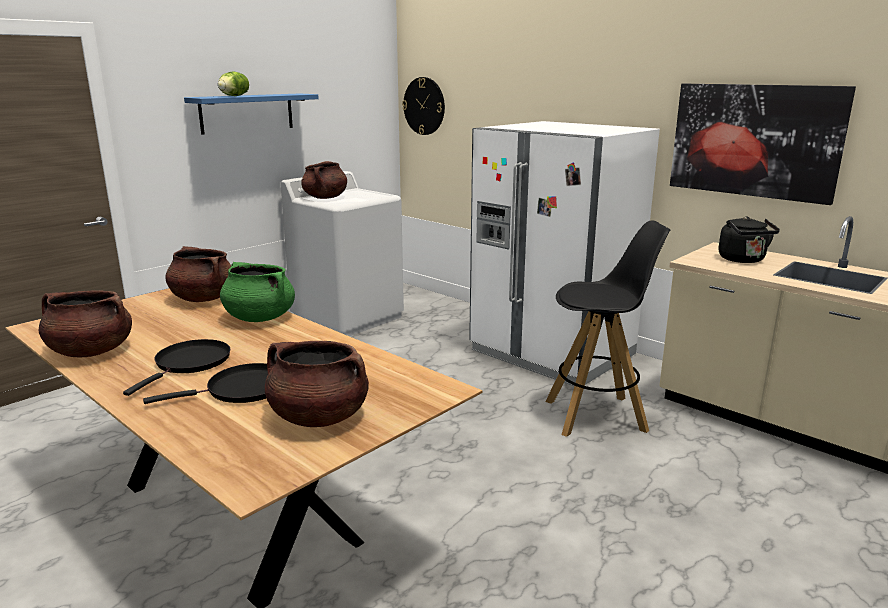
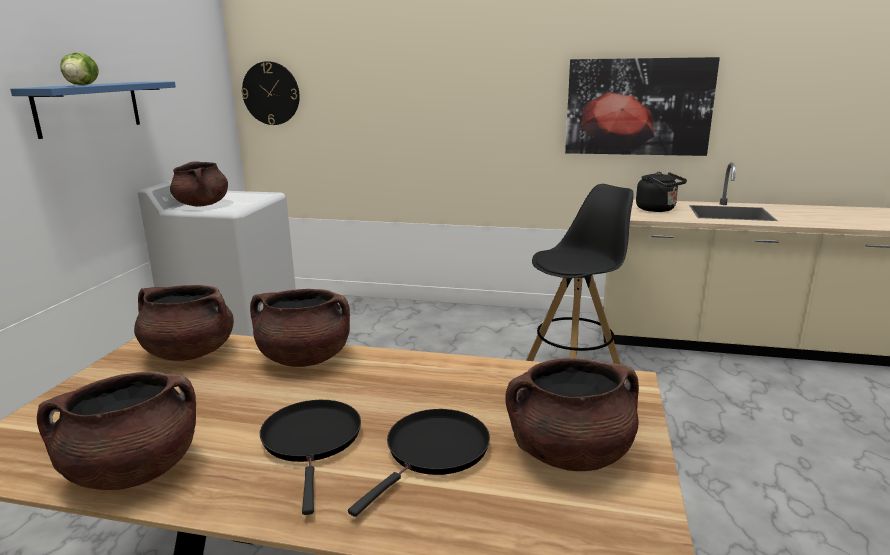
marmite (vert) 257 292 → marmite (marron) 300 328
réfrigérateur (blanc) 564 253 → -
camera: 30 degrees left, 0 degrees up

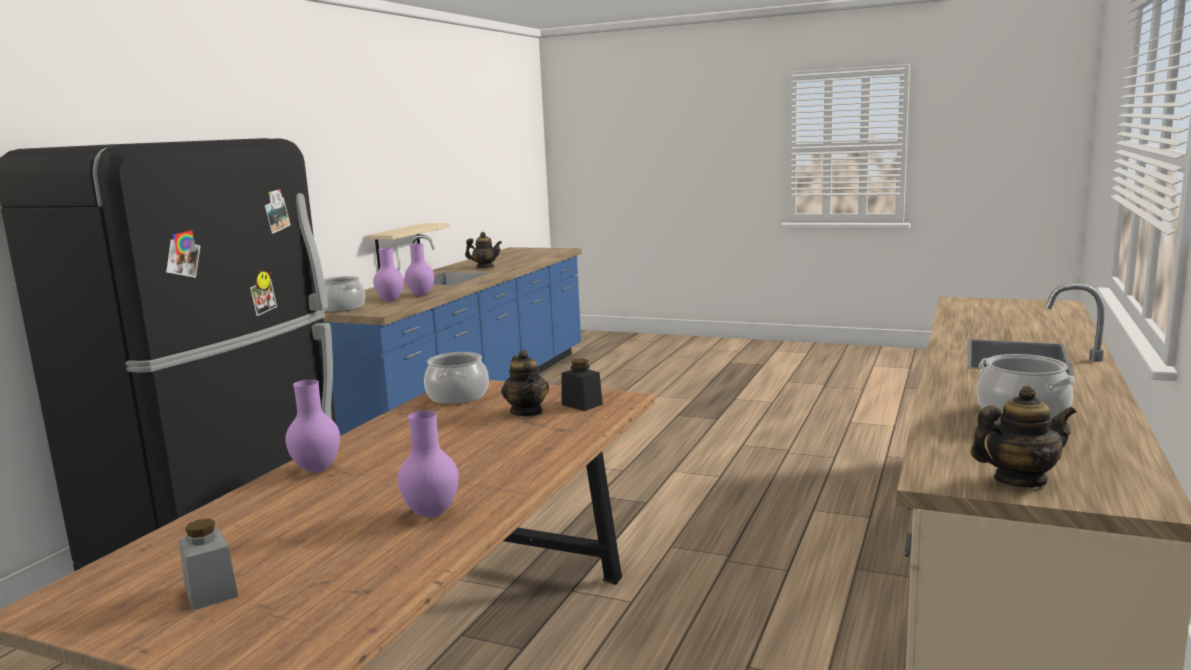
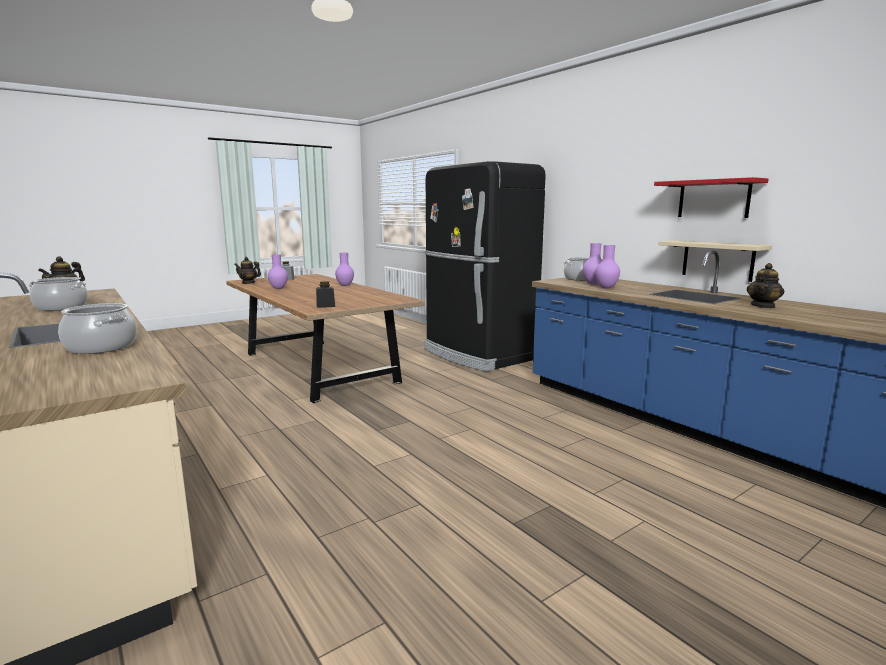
marmite 456 378 → marmite 97 328, shifted
théière 525 383 → théière 247 270, shifted
- → étagère (rouge) 711 197
camera: 120 degrees right, 0 degrees up

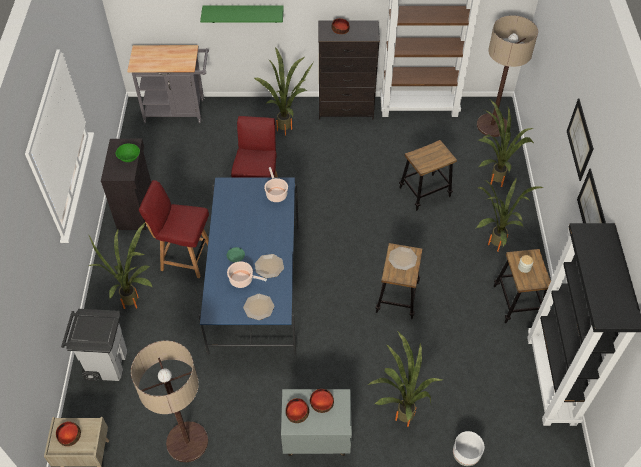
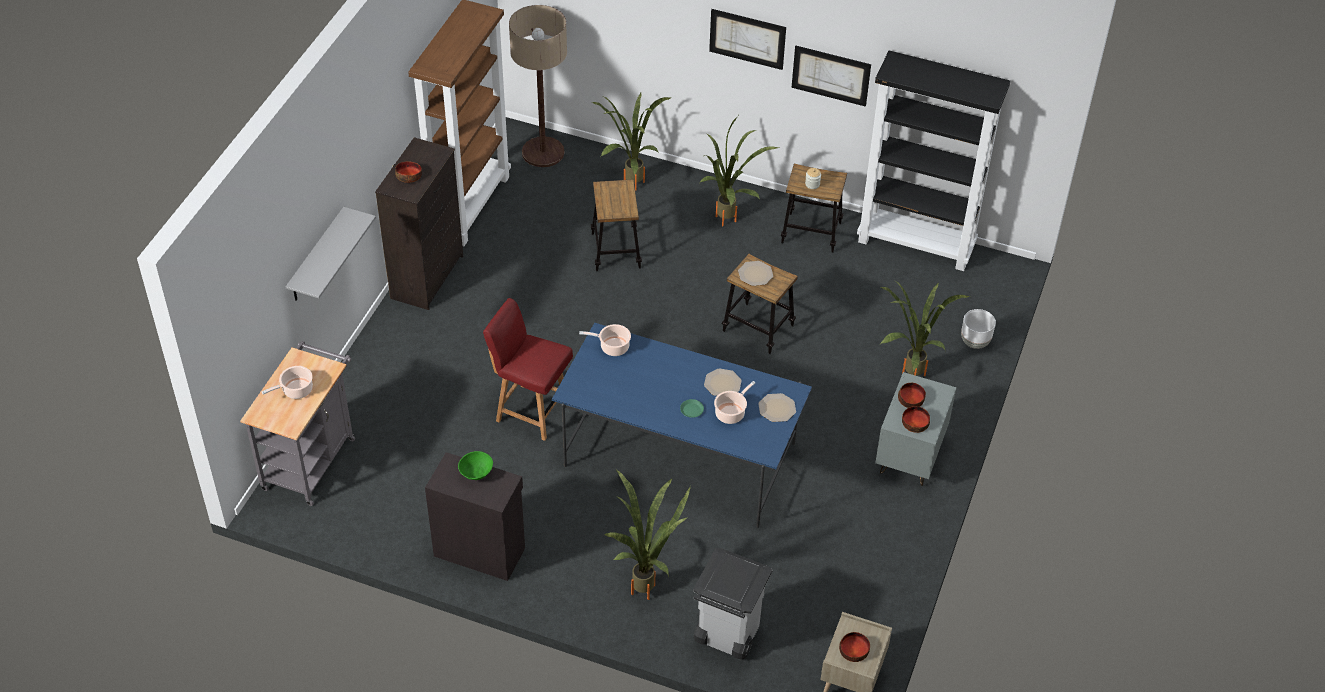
- → marmite 287 382
étagère (vert) 242 14 → étagère (gris) 331 254
lampadaire 169 401 → -
chaise (rouge) 174 229 → -
plante en pot 283 91 → -
camera: 70 degrees left, 5 degrees down

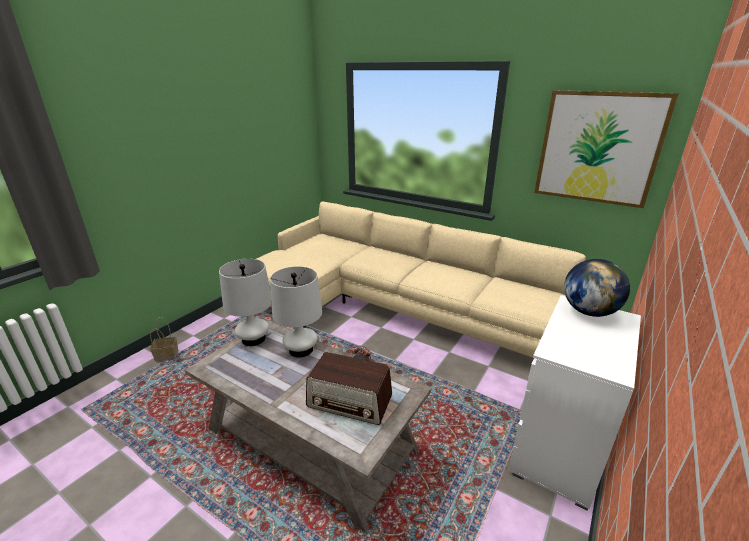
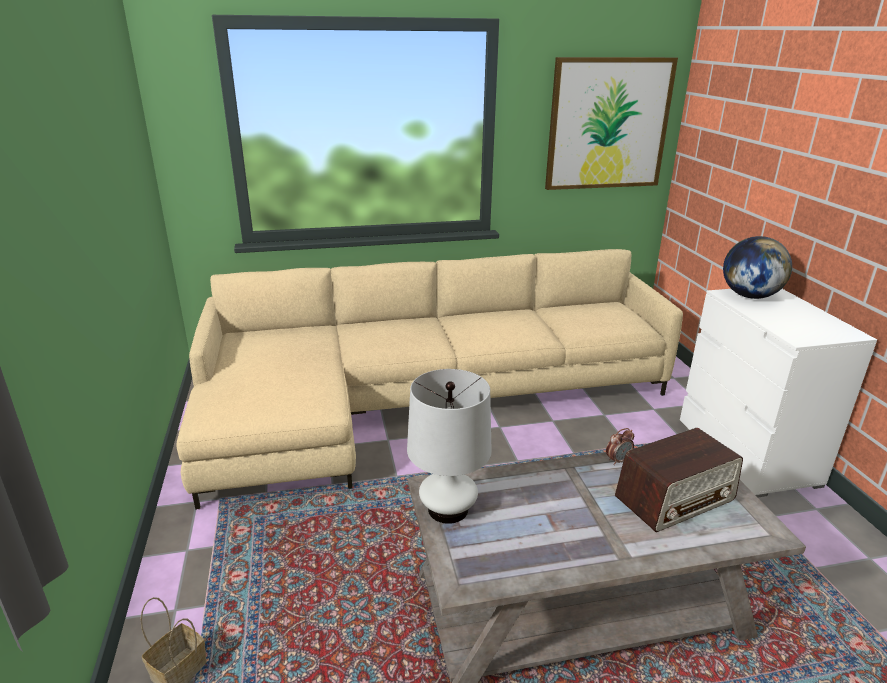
lampe de table (blanc) 296 311 → -
camera: 45 degrees left, 0 degrees up

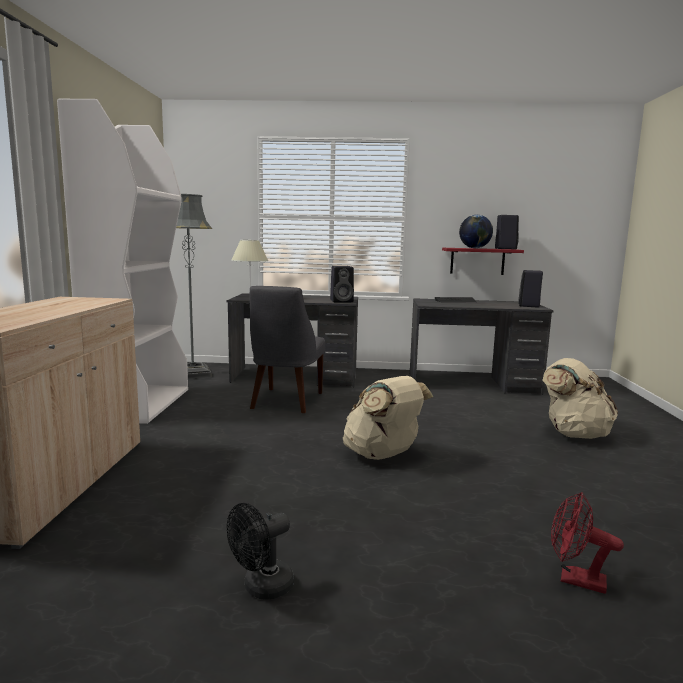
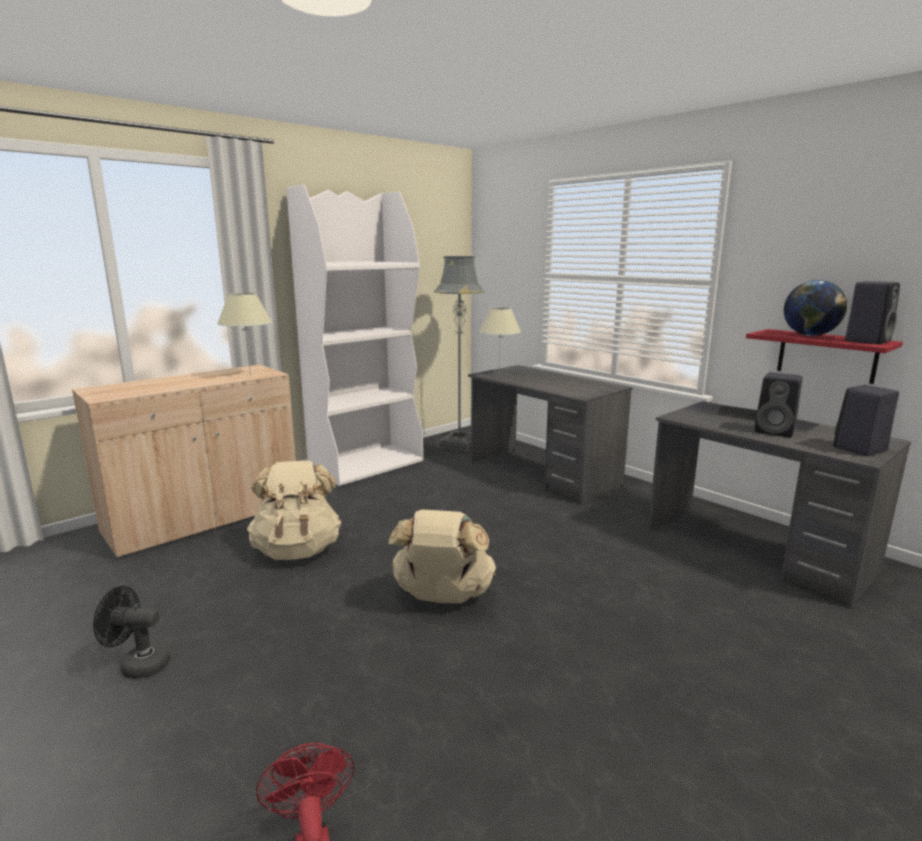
- → lampe de table (beige) 244 334
sac à dos (beige) 580 398 → sac à dos (beige) 294 510, shifted
enceinte (noir) 342 284 → enceinte (noir) 778 404, shifted
chaise (gris) 287 349 → -
camera: 45 degrees right, 5 degrees up

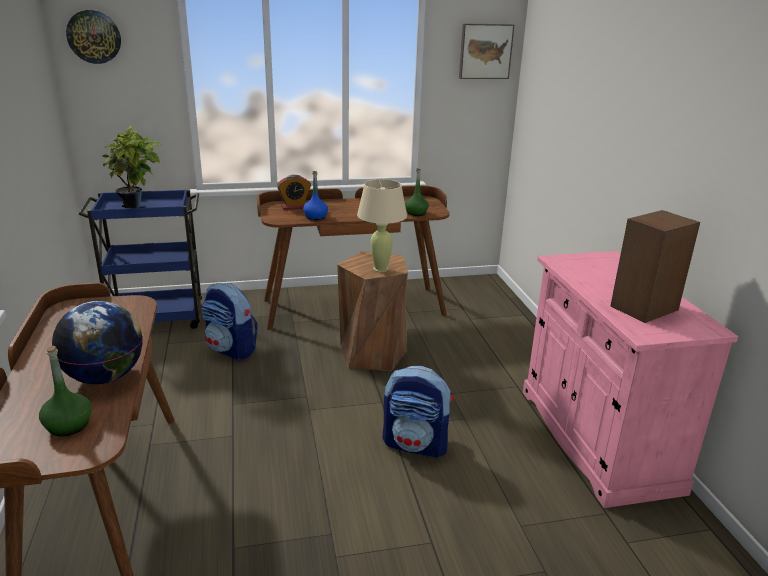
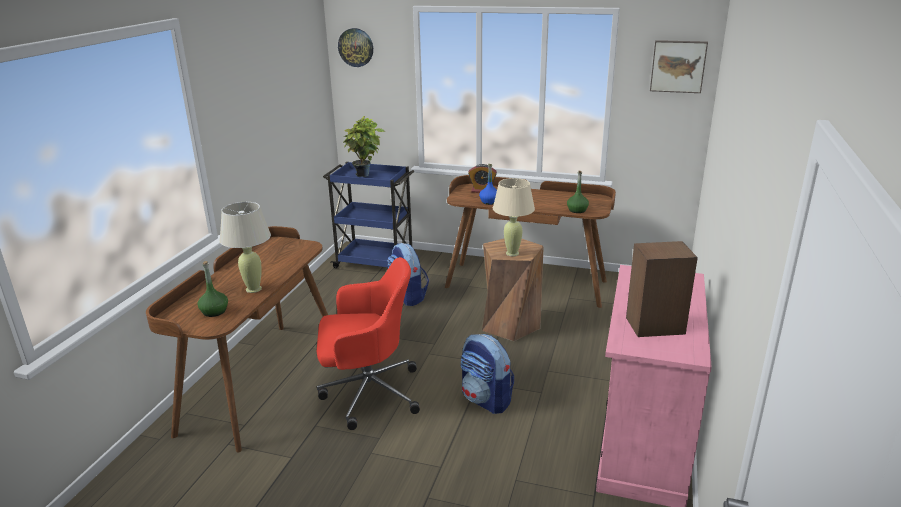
globe 97 342 → lampe de table (beige) 245 247
- → chaise de bureau (rouge) 368 343
camera: 30 degrees right, 0 degrees up

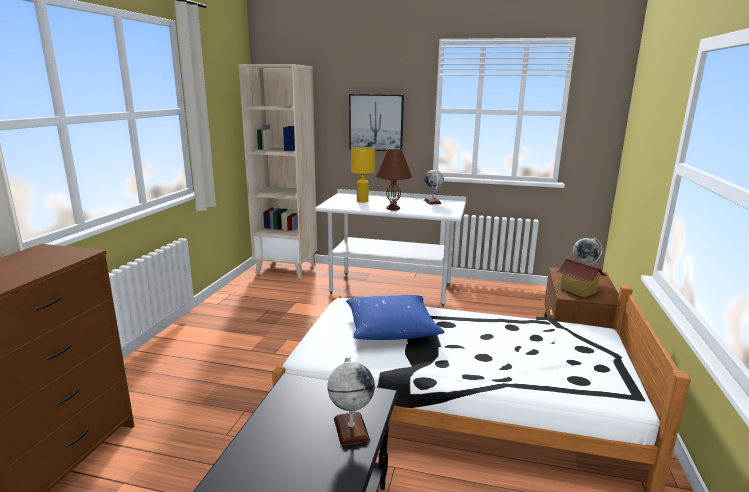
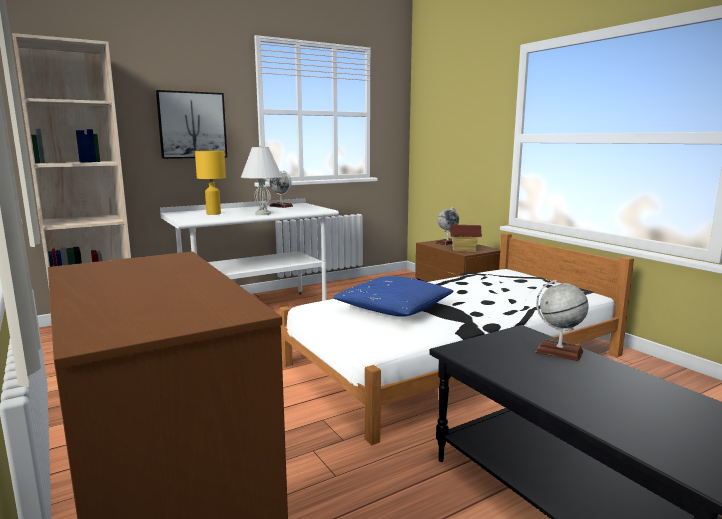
lampe de table (marron) 394 179 → lampe de table (blanc) 261 180
camera: 45 degrees left, 5 degrees down

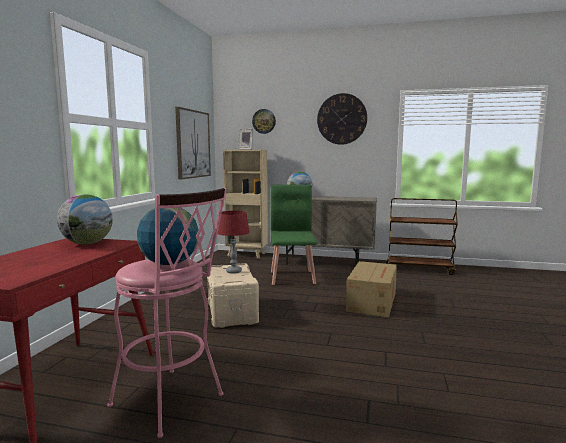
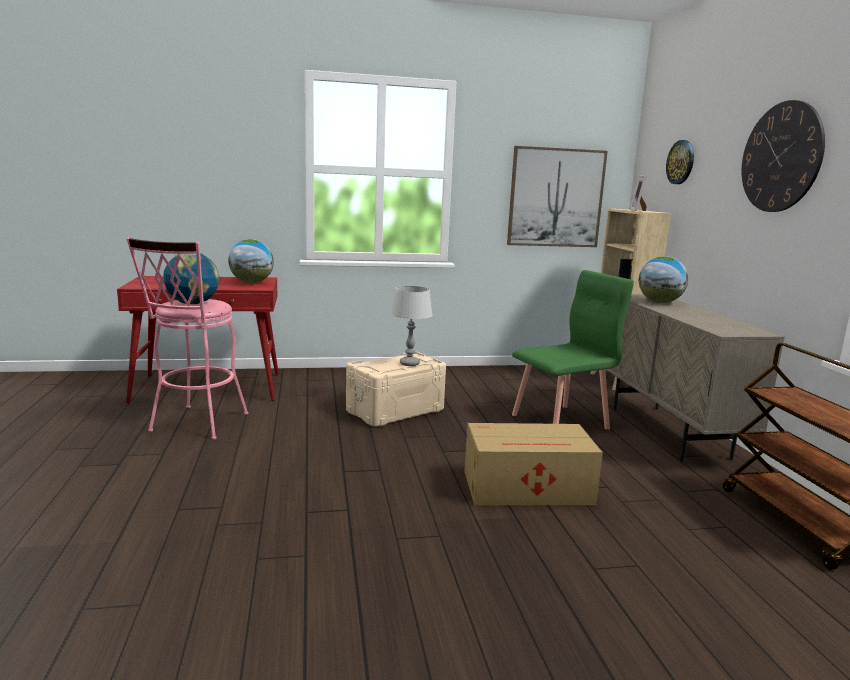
lampe de table (rouge) 233 242 → lampe de table (gris) 411 326
camera: 65 degrees right, 5 degrees up

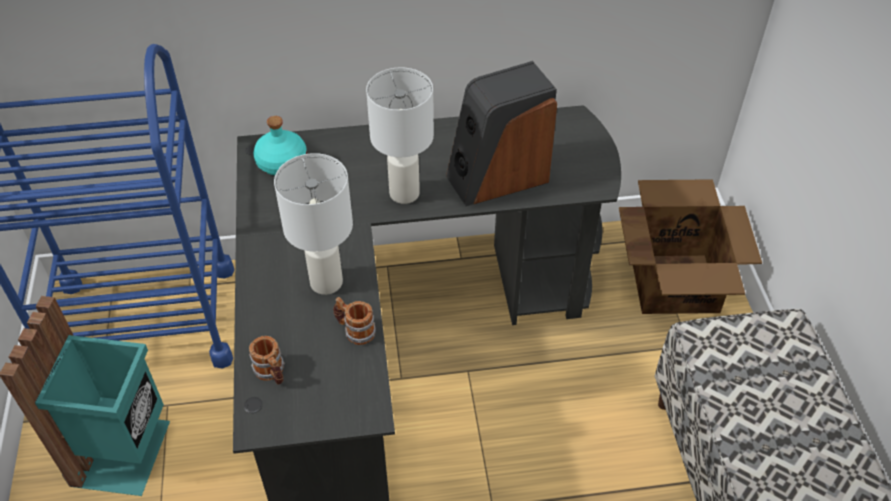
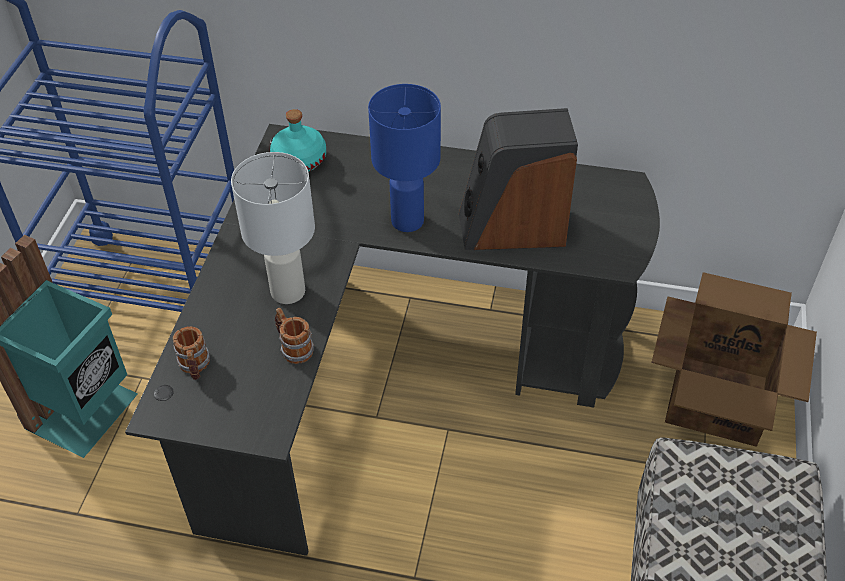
lampe de table (blanc) 400 135 → lampe de table (bleu) 404 158
camera: 20 degrees right, 0 degrees up

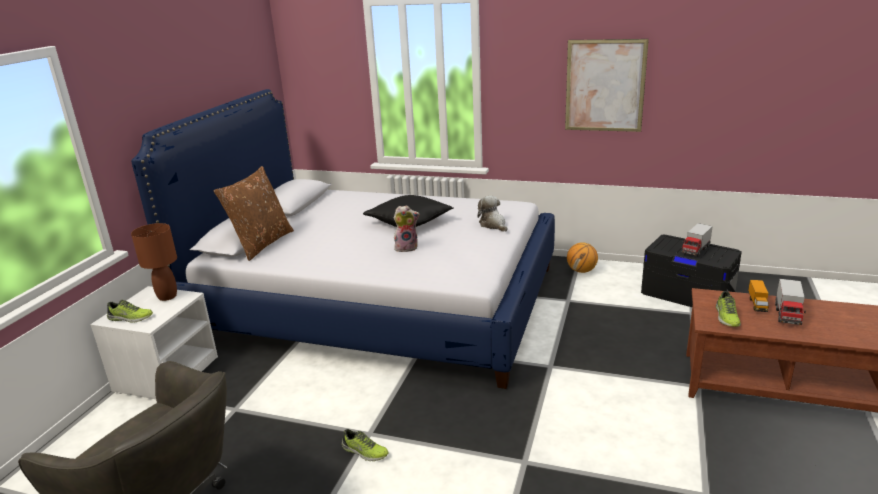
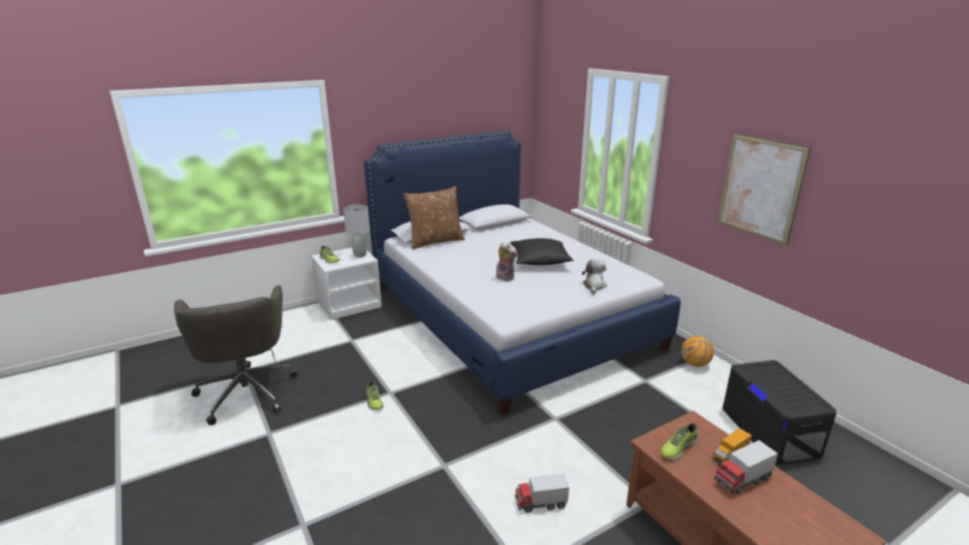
lampe de table (marron) 154 262 → lampe de table (gris) 356 231
camion jouet 697 240 → camion jouet 542 493, shifted
camera: 40 degrees right, 0 degrees up

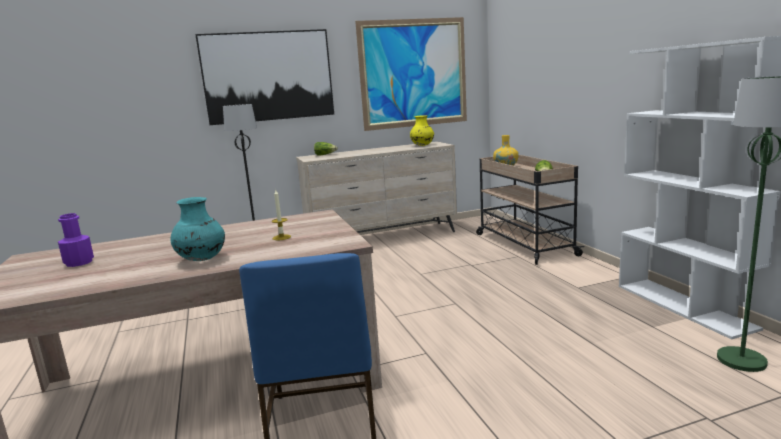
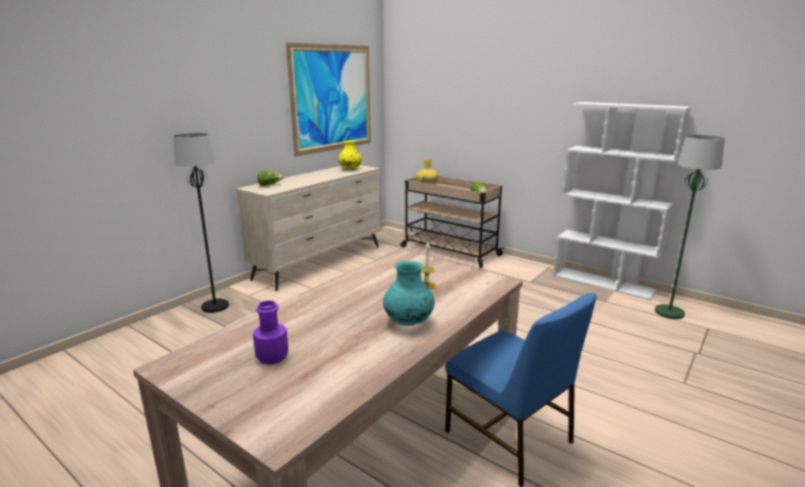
tableau 264 77 → -
camera: 35 degrees left, 5 degrees up

